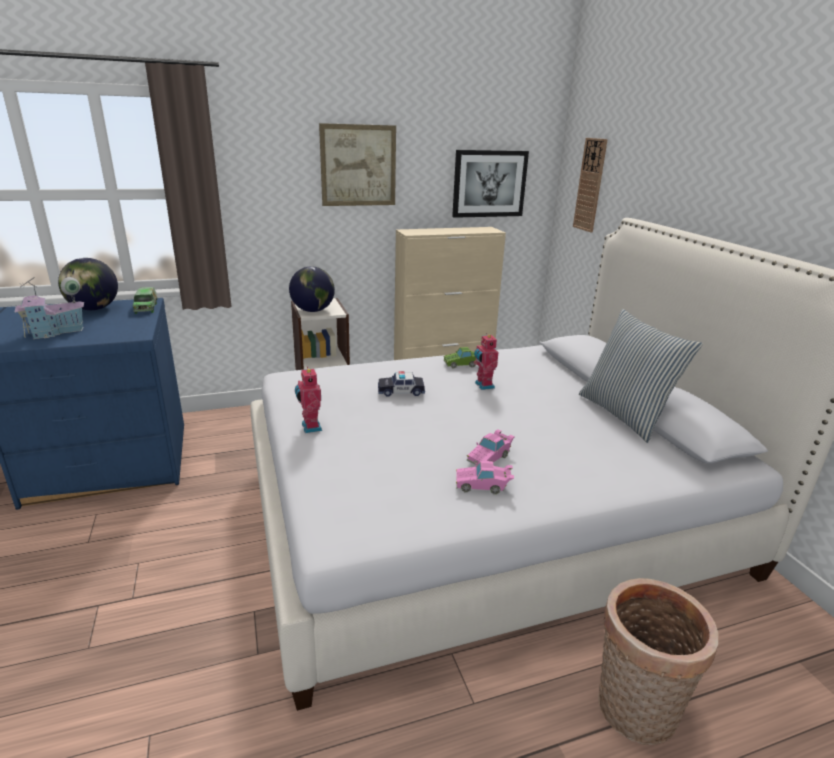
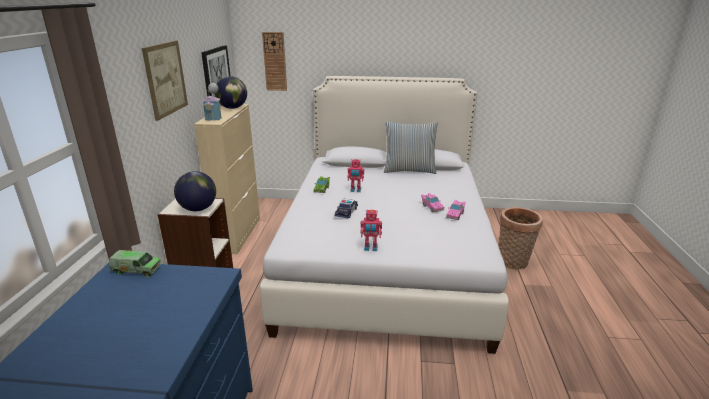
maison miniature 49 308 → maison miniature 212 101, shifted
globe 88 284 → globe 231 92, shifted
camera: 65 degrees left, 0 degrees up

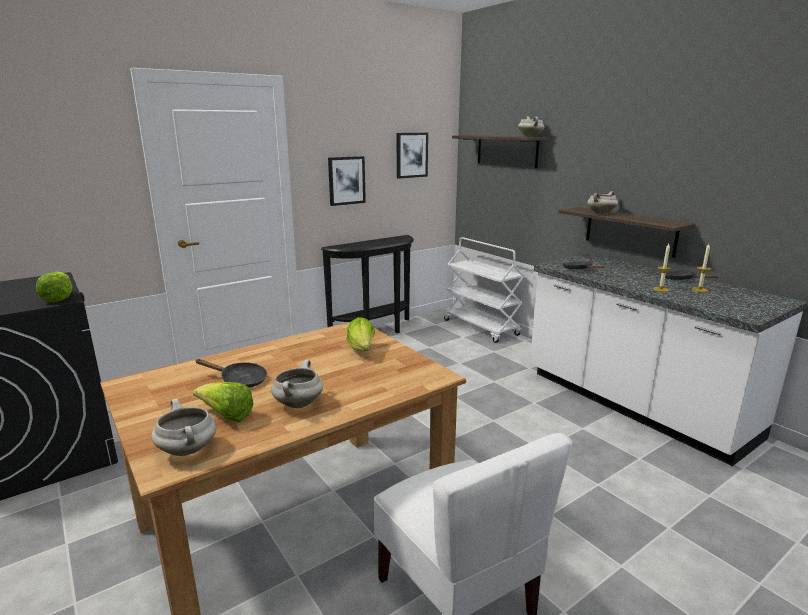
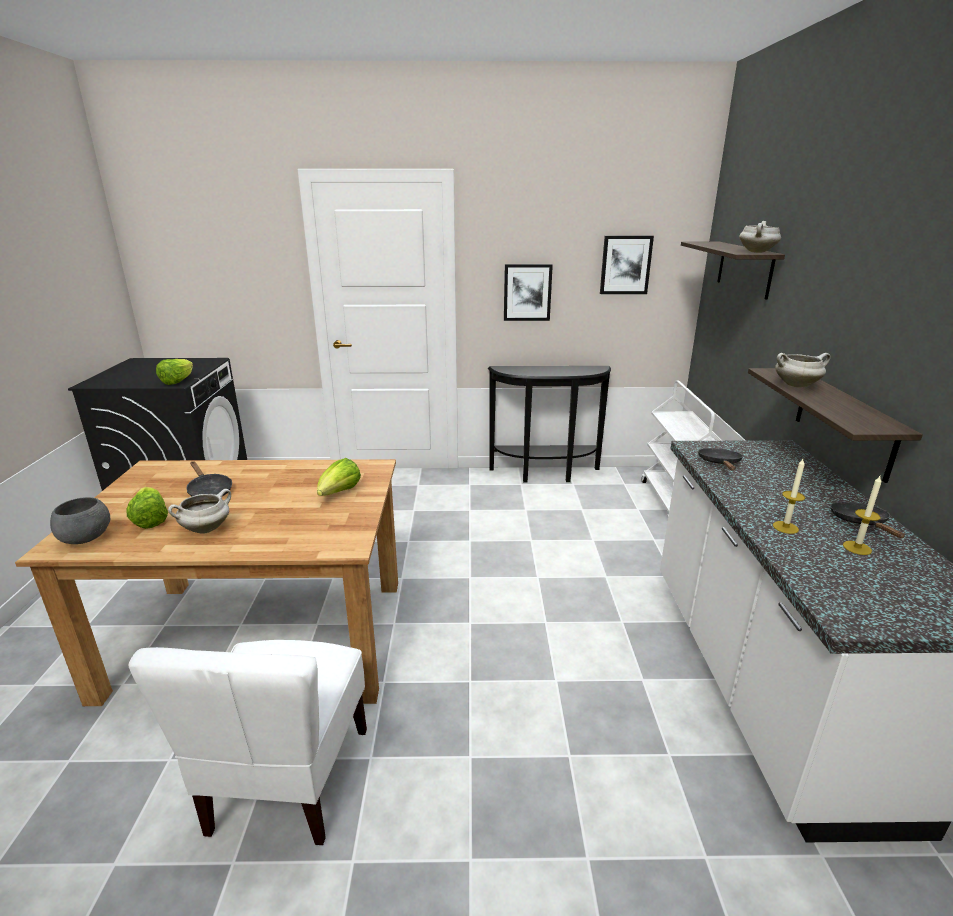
marmite (blanc) 183 427 → bol (gris) 80 520
camera: 35 degrees right, 5 degrees up

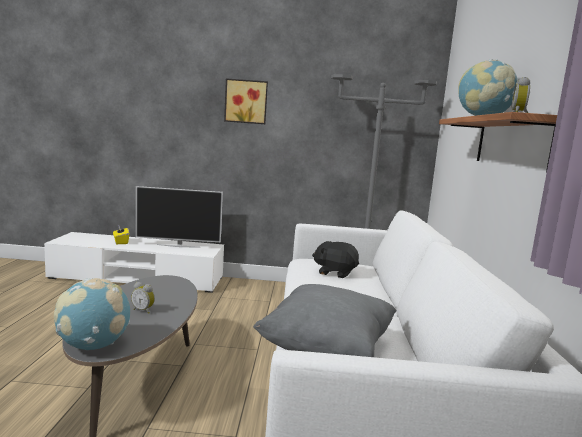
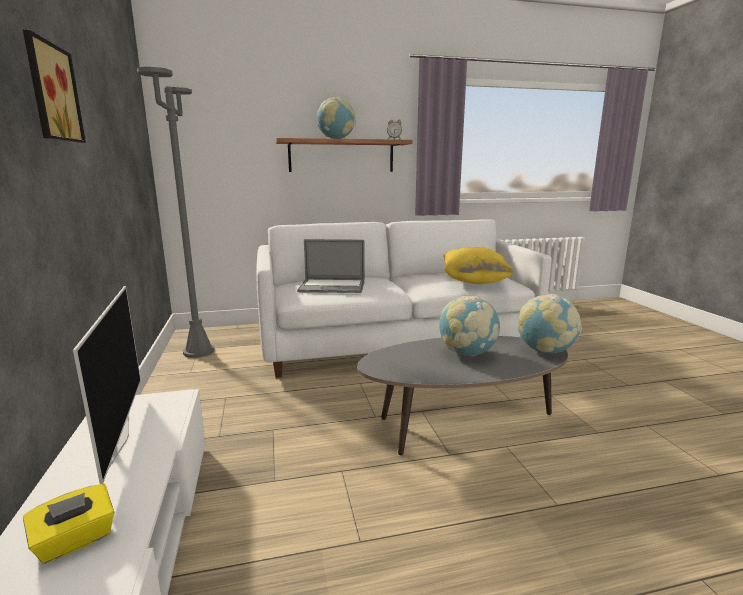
peluche (noir) 335 259 → ordinateur portable 331 266
réveil 143 298 → globe 469 326
coussin (gris) 325 320 → coussin (jaune) 478 265
camera: 105 degrees left, 5 degrees up

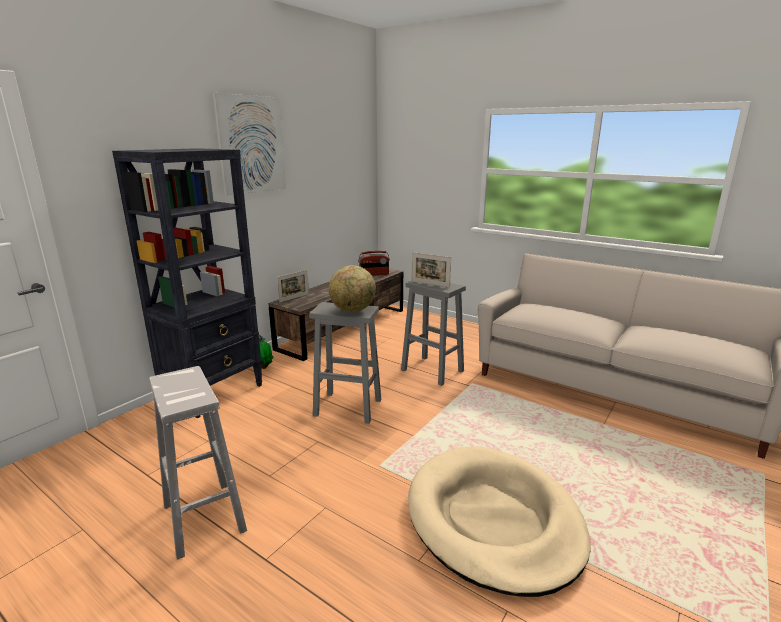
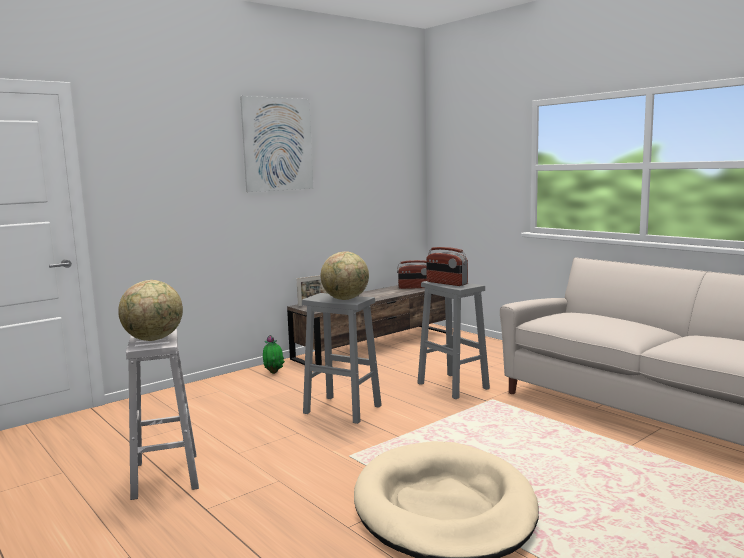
- → globe 150 310
cadre photo 431 269 → radio 447 266
bibliothèque (noir) 187 283 → -
camera: 15 degrees right, 10 degrees down

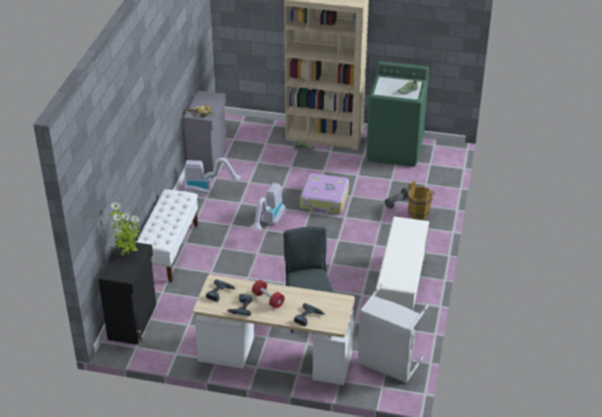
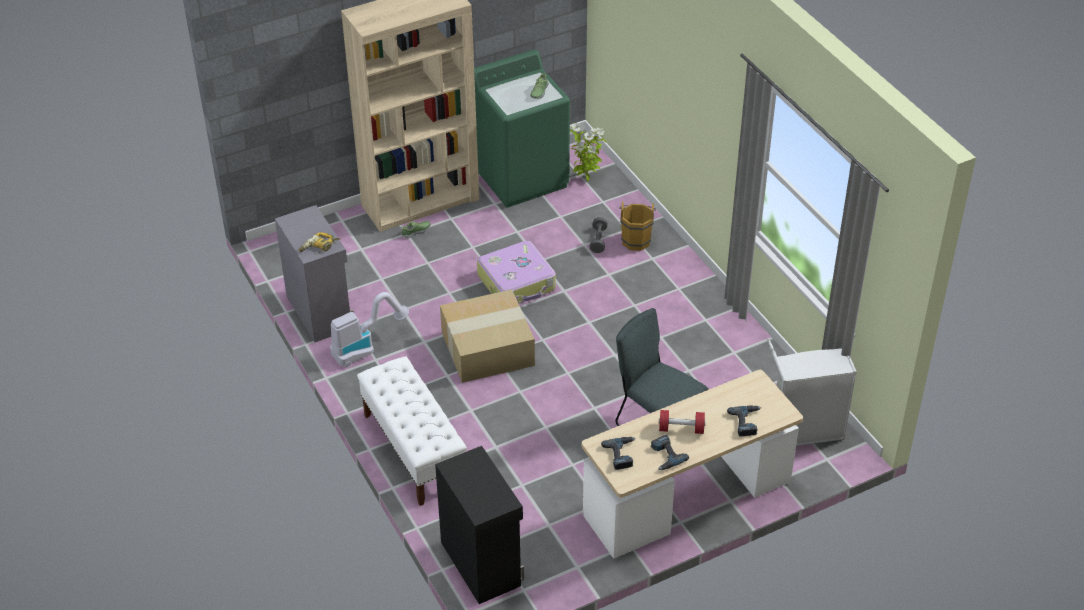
aspirateur 267 206 → carton 487 336
plante en pot 125 229 → plante en pot 588 152, shifted
étagère à chaussures (blanc) 402 263 → -
camera: 40 degrees left, 5 degrees up

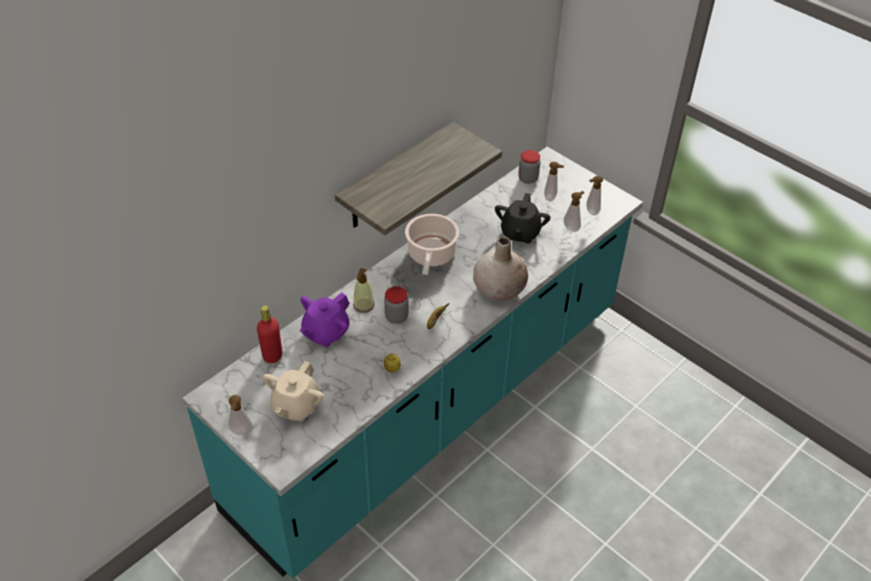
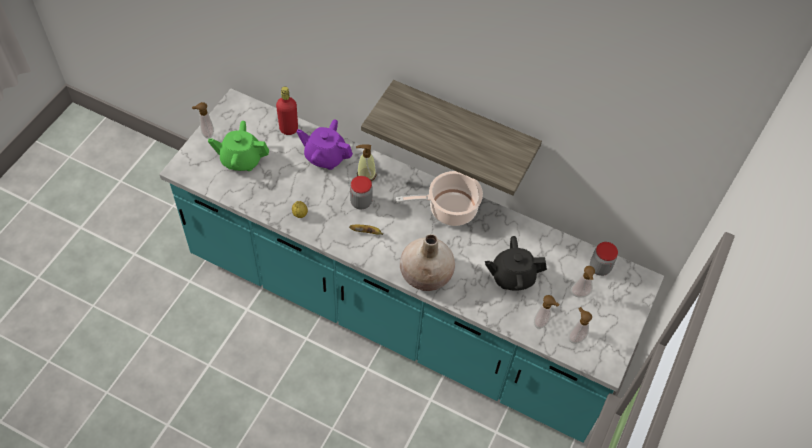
théière (beige) 293 391 → théière (vert) 238 146
camera: 70 degrees right, 10 degrees up

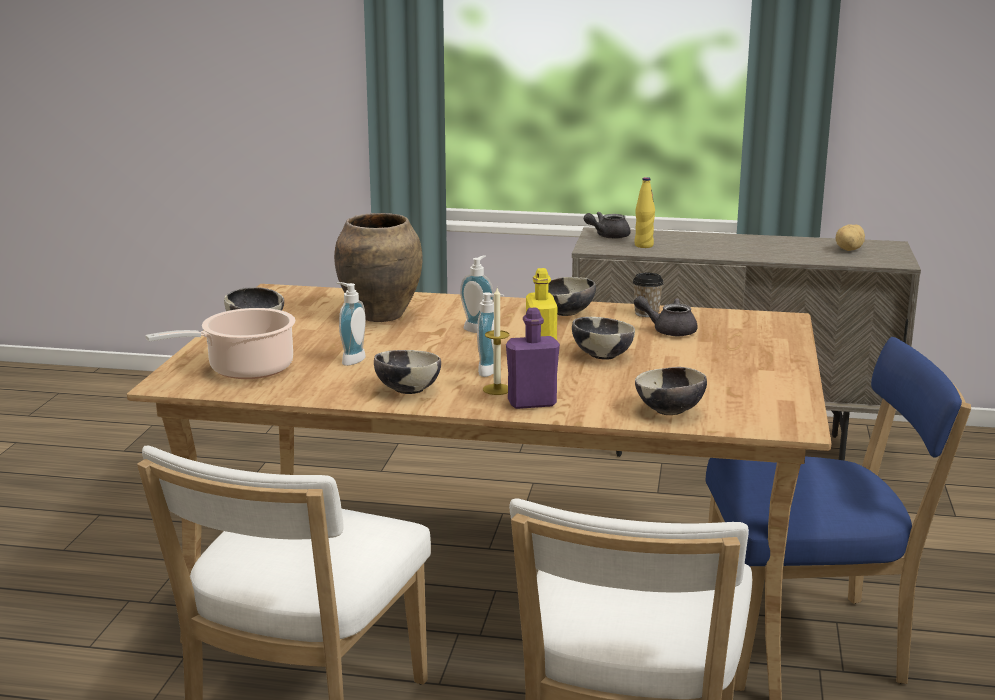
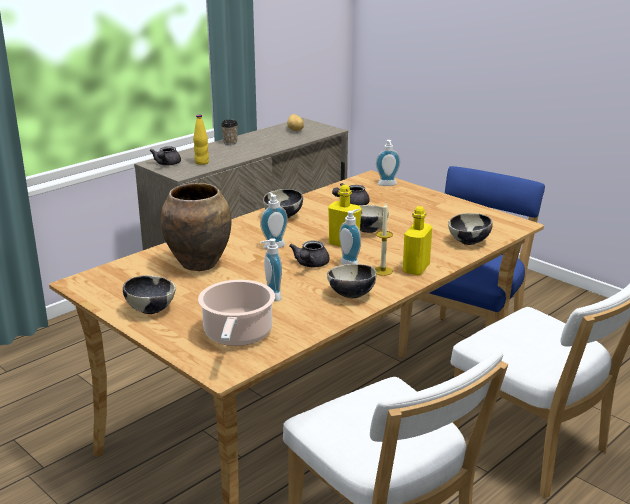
tasse 648 295 → tasse 229 132, shifted
- → théière (gris) 309 254
- → distributeur de savon 388 163
bouteille (violet) 533 358 → bouteille (jaune) 417 240
camera: 55 degrees left, 5 degrees up

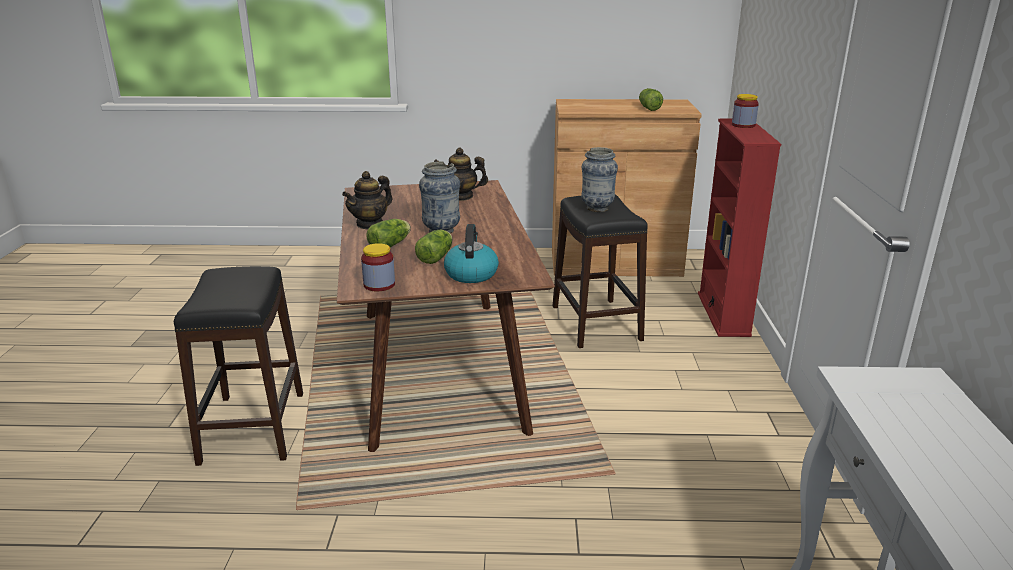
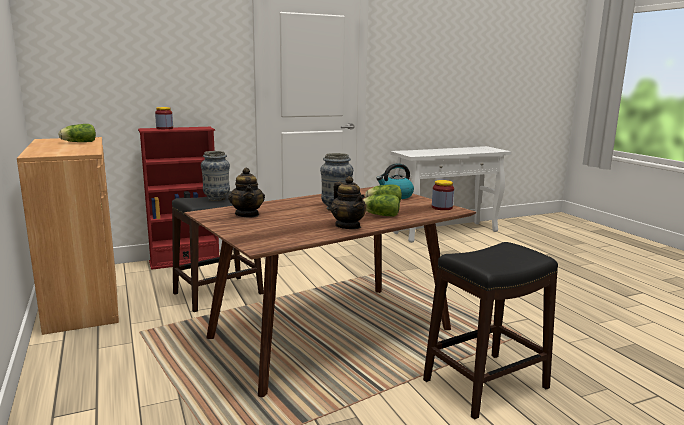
théière 367 200 → théière 348 202, 45 degrees clockwise
camera: 115 degrees left, 10 degrees down

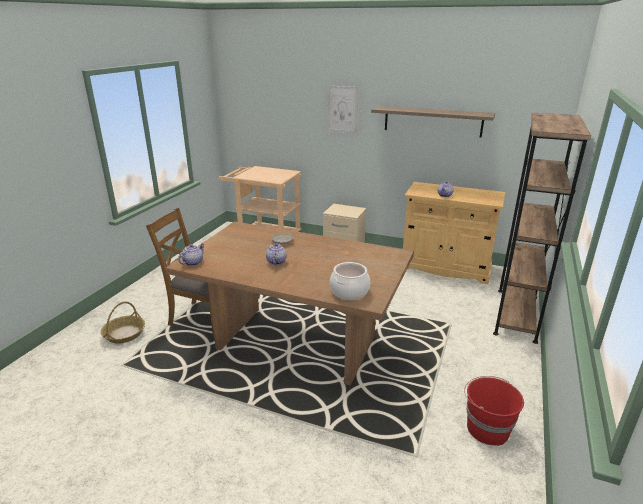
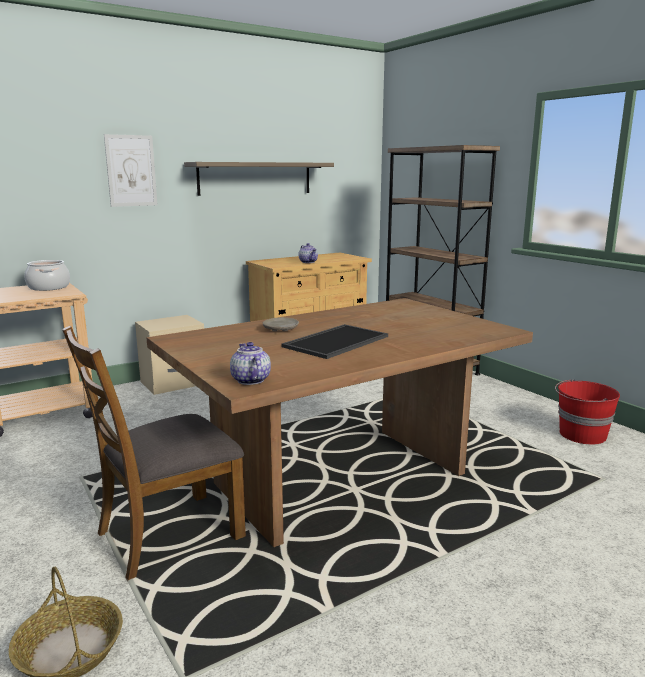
marmite 350 281 → marmite 47 275, shifted
théière 276 253 → plateau 334 341
camera: 55 degrees left, 10 degrees down

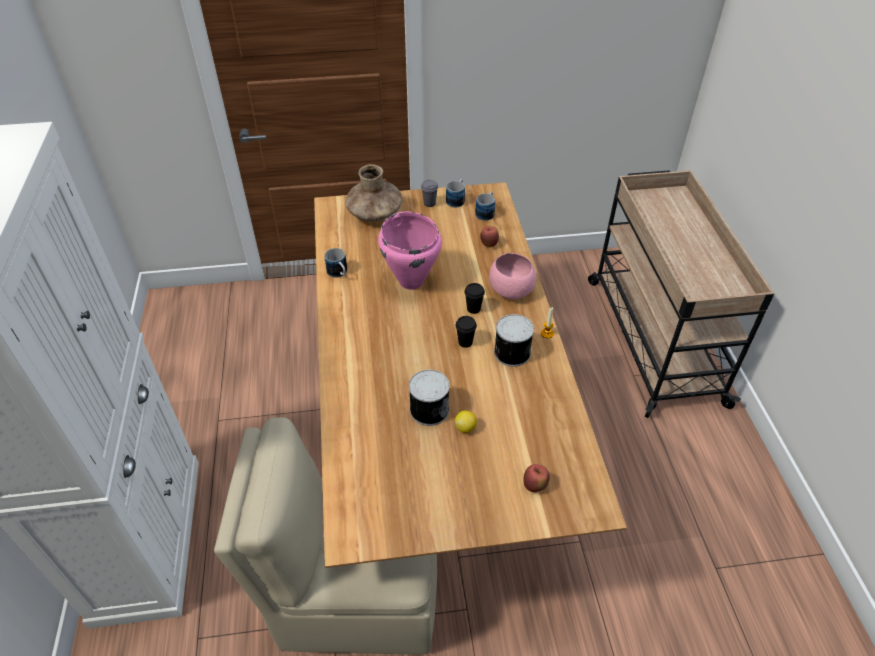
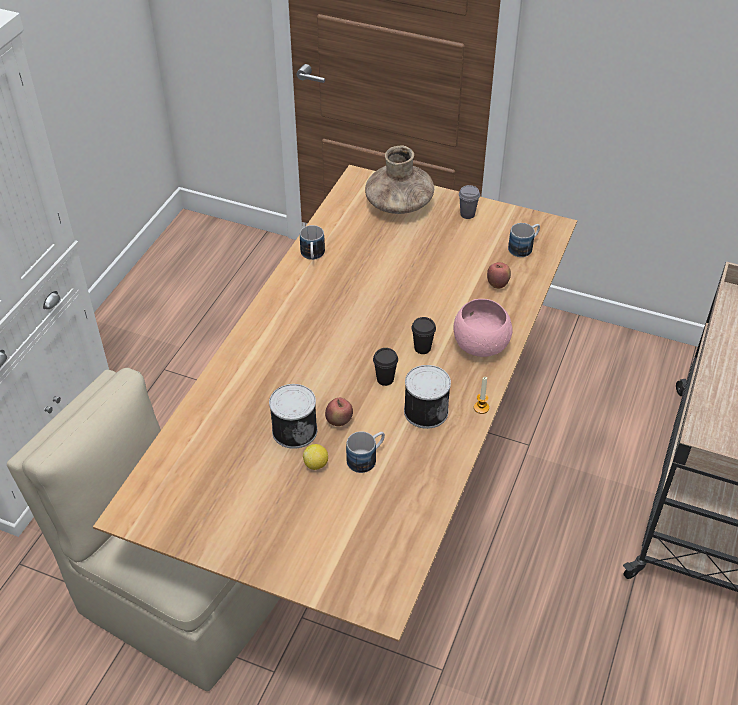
pomme 536 478 → pomme 339 412, shifted
mug 455 193 → mug 365 452, shifted
marmite (rose) 410 250 → -
camera: 30 degrees right, 0 degrees up

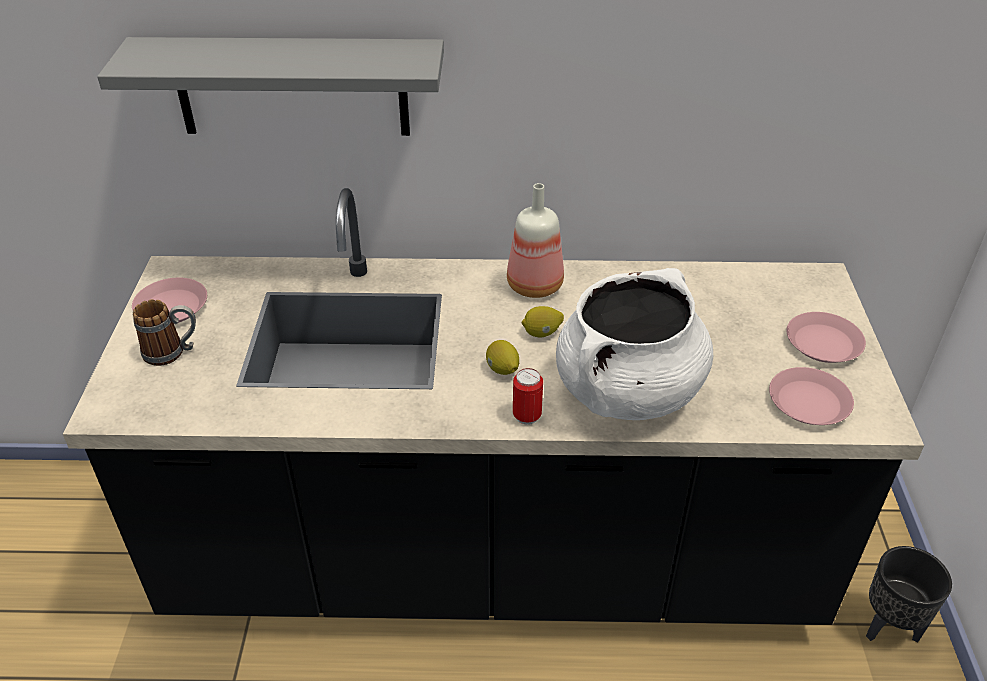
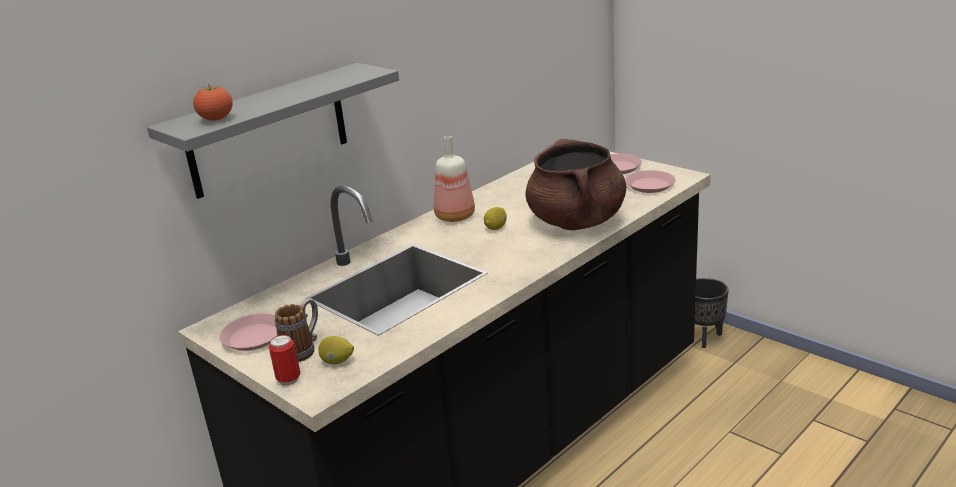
- → tomate 213 102
boîte métallique 528 396 → boîte métallique 284 360, shifted
citron 502 357 → citron 336 350, shifted
marmite (blanc) 634 344 → marmite (marron) 575 184
camera: 45 degrees left, 15 degrees down

